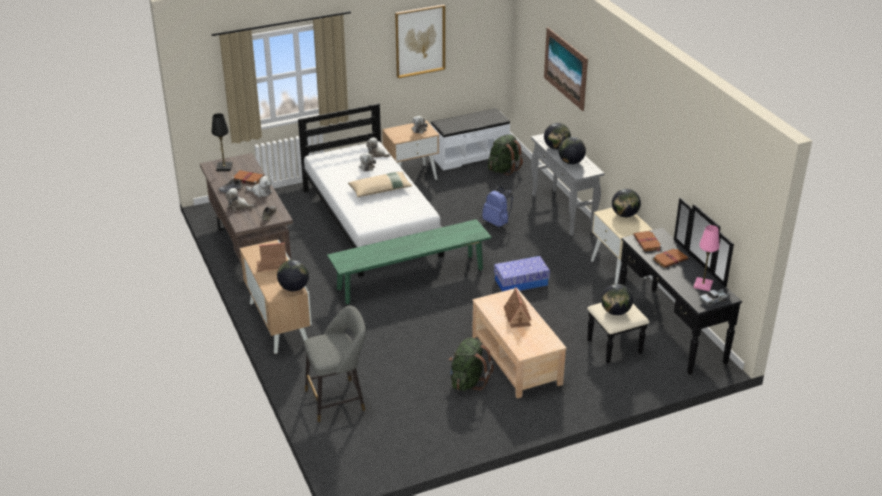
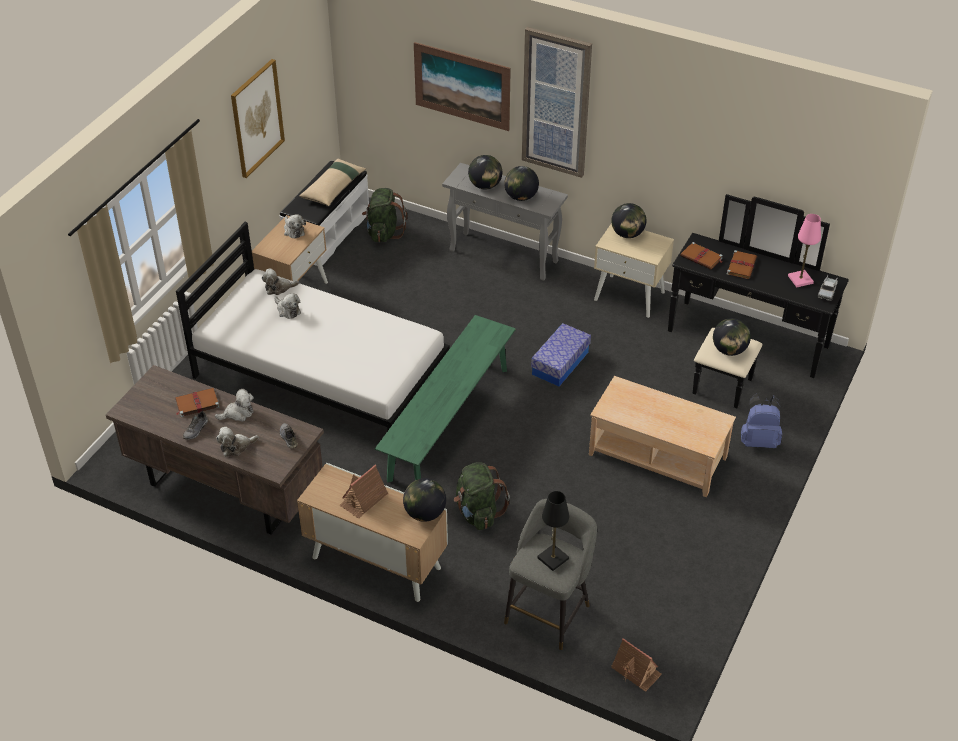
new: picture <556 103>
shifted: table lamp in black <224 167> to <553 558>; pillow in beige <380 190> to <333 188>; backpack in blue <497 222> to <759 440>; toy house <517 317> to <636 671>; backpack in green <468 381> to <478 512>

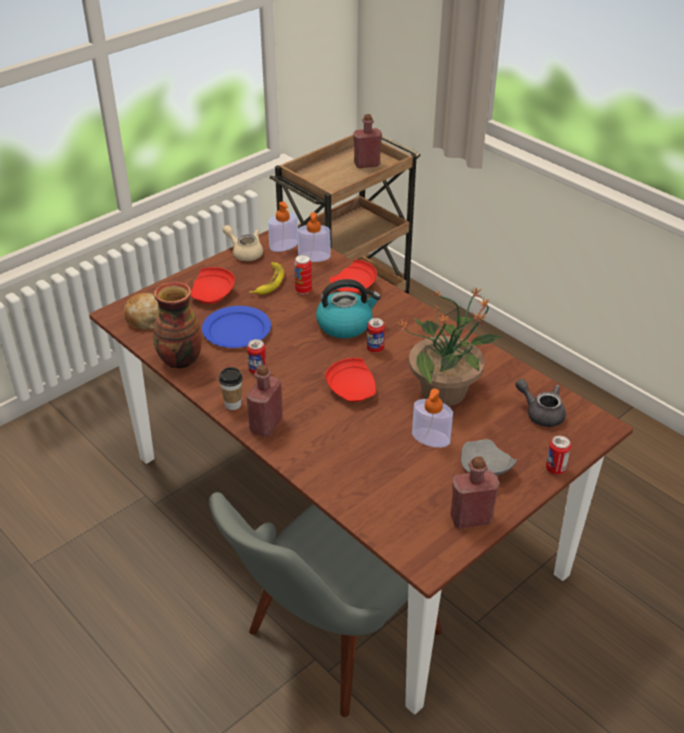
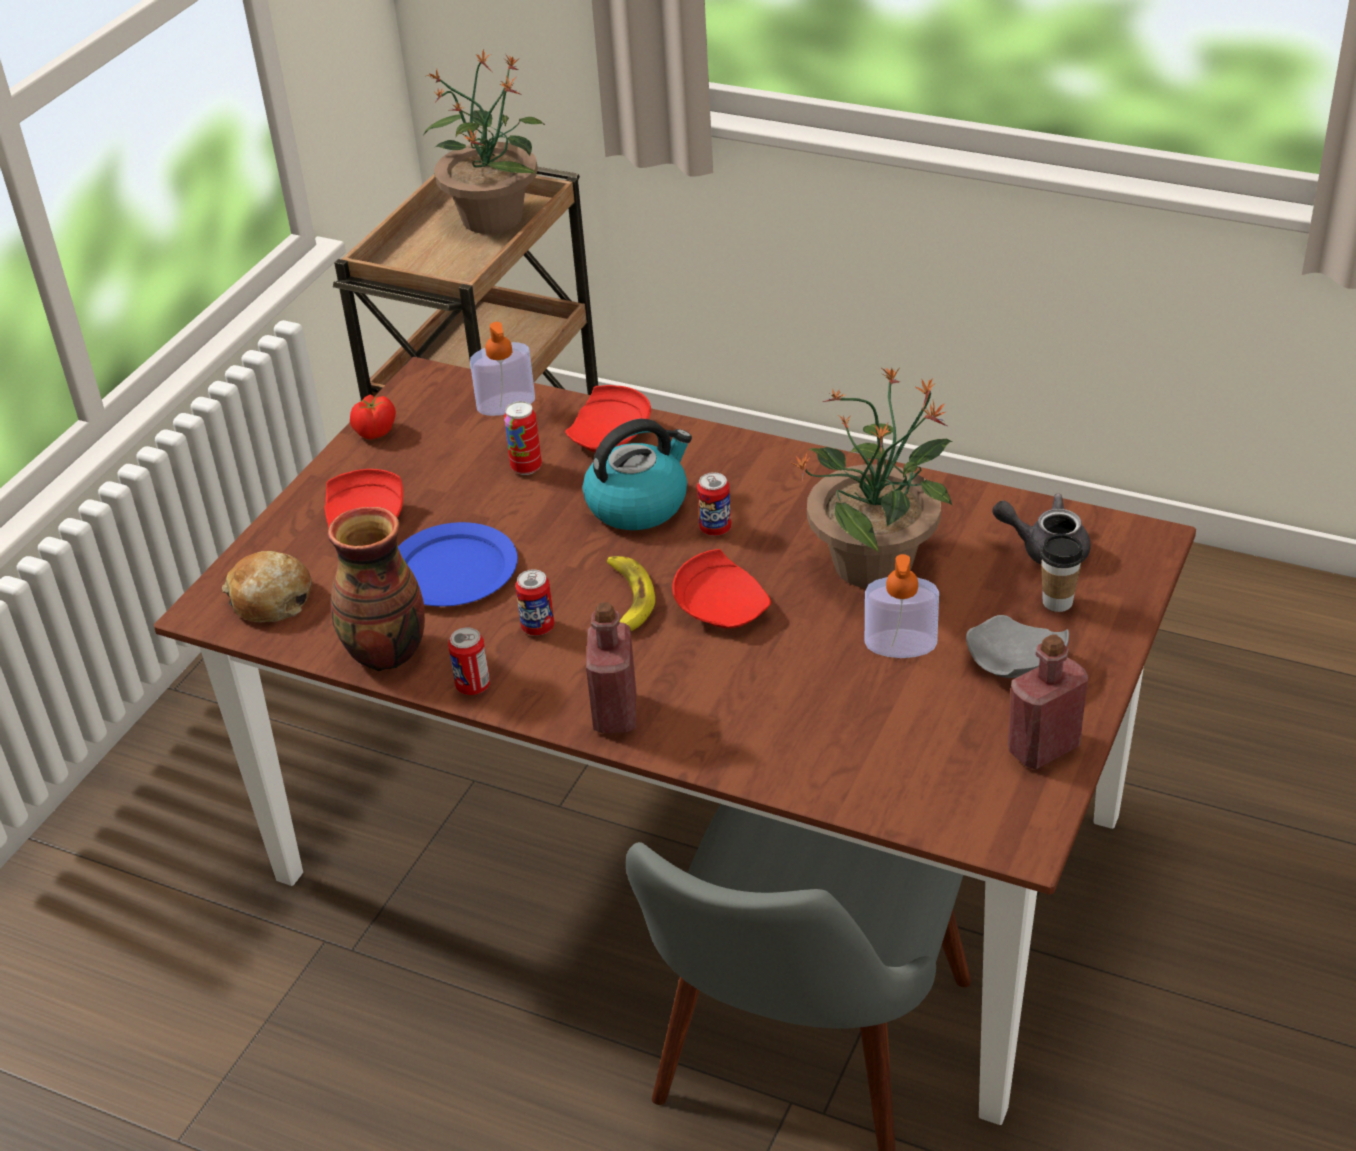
gone: soap dispenser <284 245>
shifted: banana <269 281> to <626 599>; cup <233 404> to <1057 602>; can <555 468> to <473 686>
swapped: bottle in red <367 164> to potted plant <492 217>; teapot in beige <245 252> to tomato <375 432>

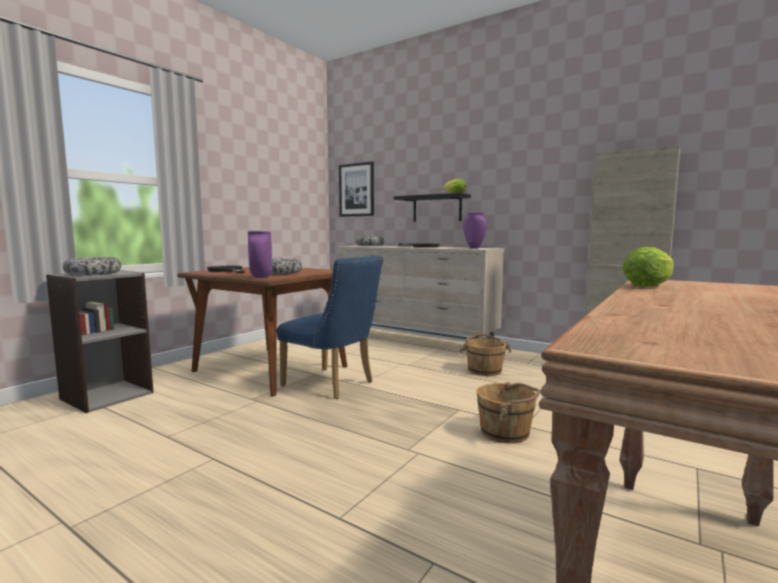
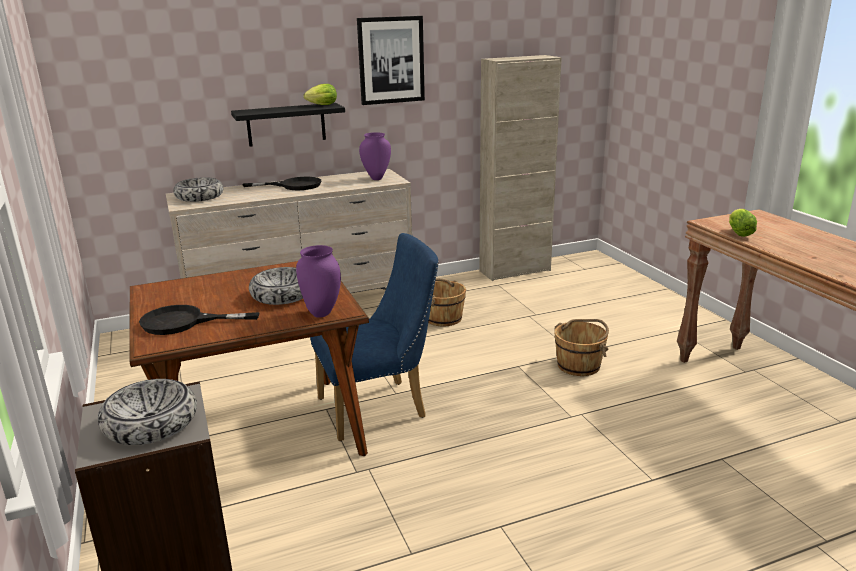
shifted: picture <356 190> to <391 60>

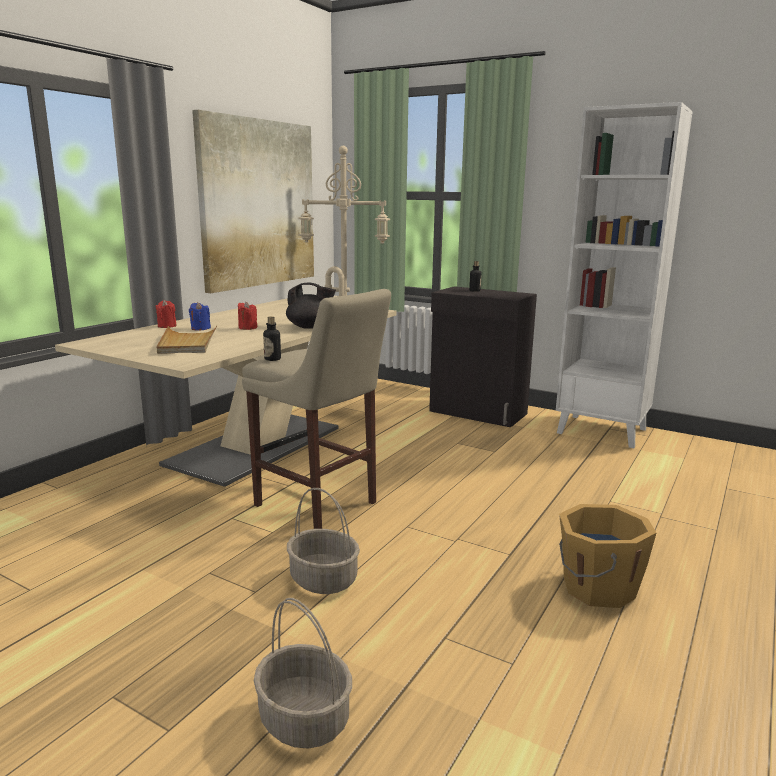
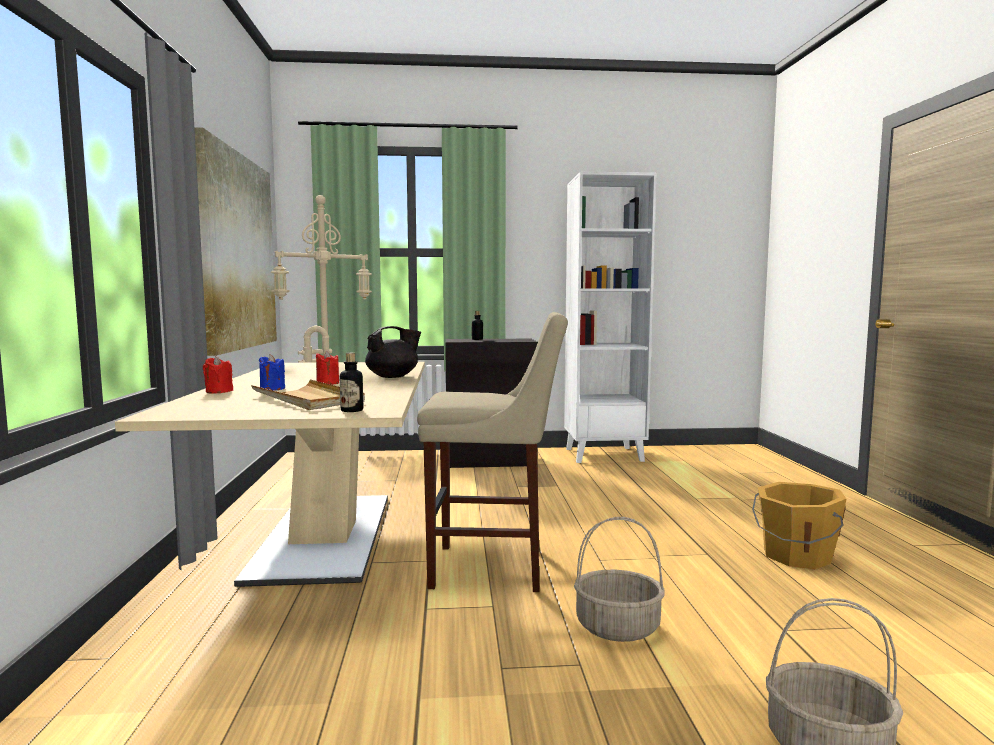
shifted: bottle <272 359> to <352 410>

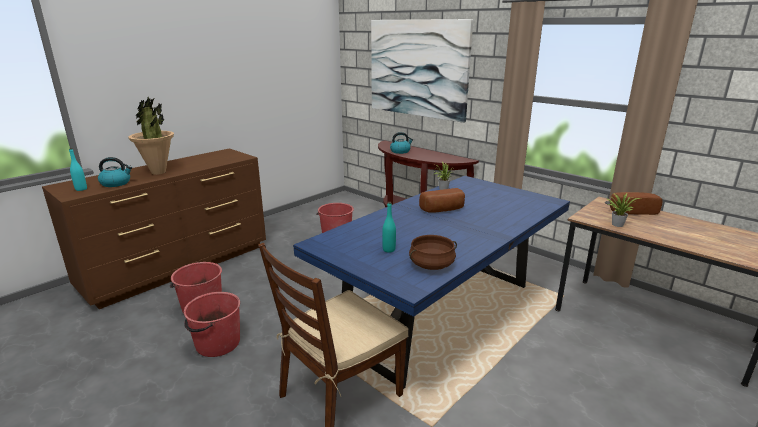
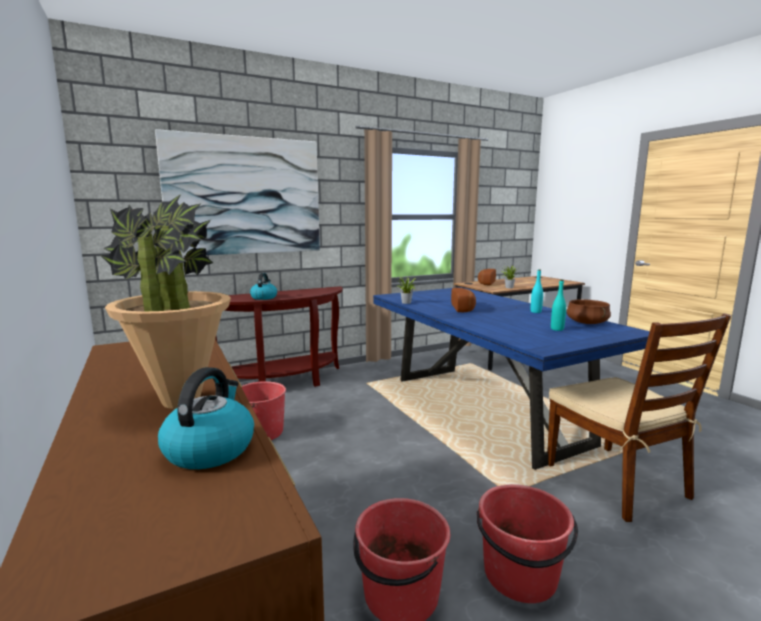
shifted: bottle in turquoise <81 189> to <536 312>

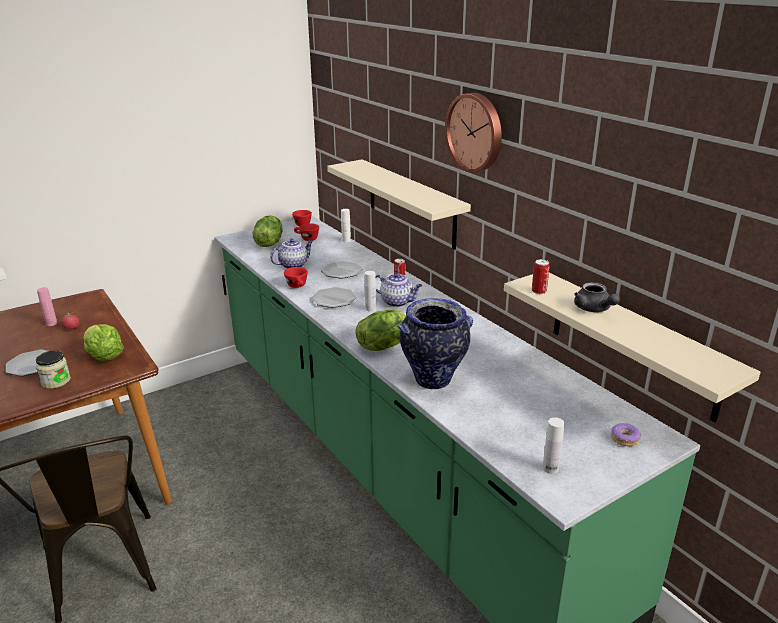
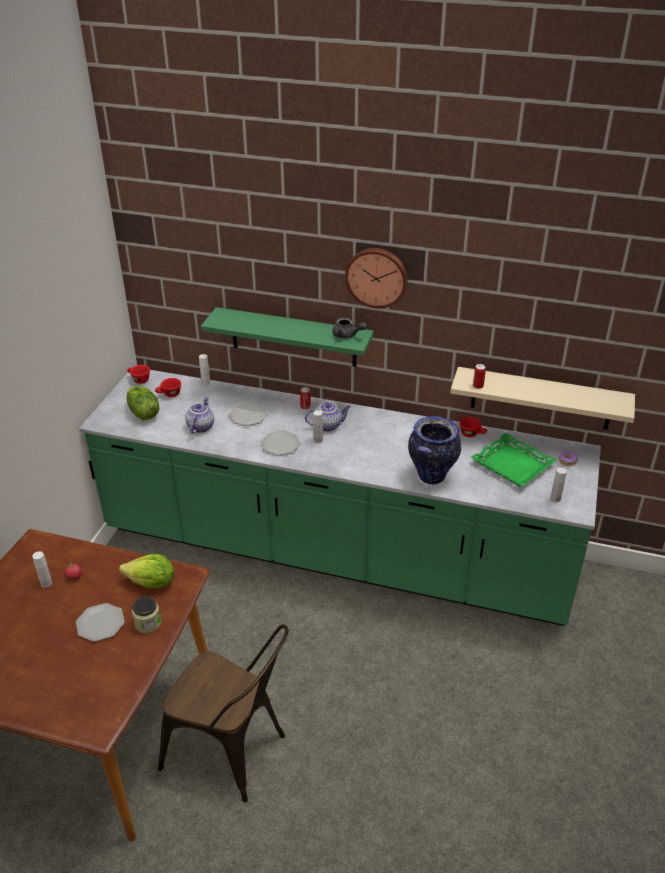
gone: lettuce <384 345>
new: tray in green <513 464>
shifted: cup in red <298 286> to <472 434>; teapot in grey <594 309> to <347 335>
repainted: shelf in beige <411 203> to shelf in green <293 337>; bottle in pink <51 323> to bottle in white <46 583>

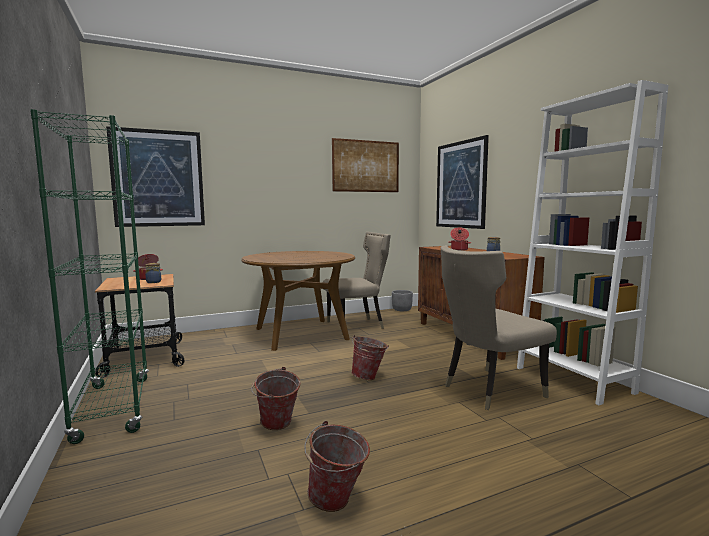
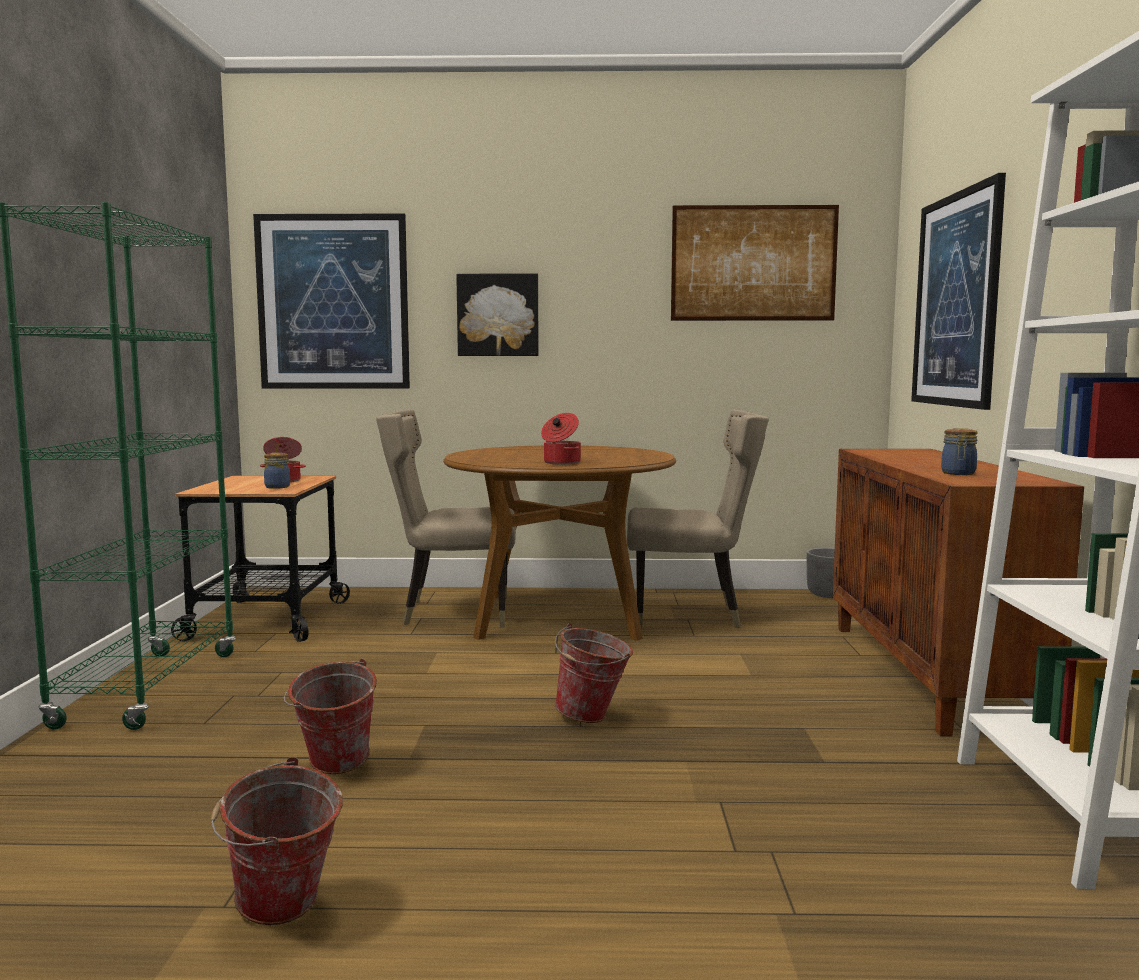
new: picture <498 315>
shifted: cooking pot <459 249> to <561 463>; chair in beige <488 390> to <452 612>

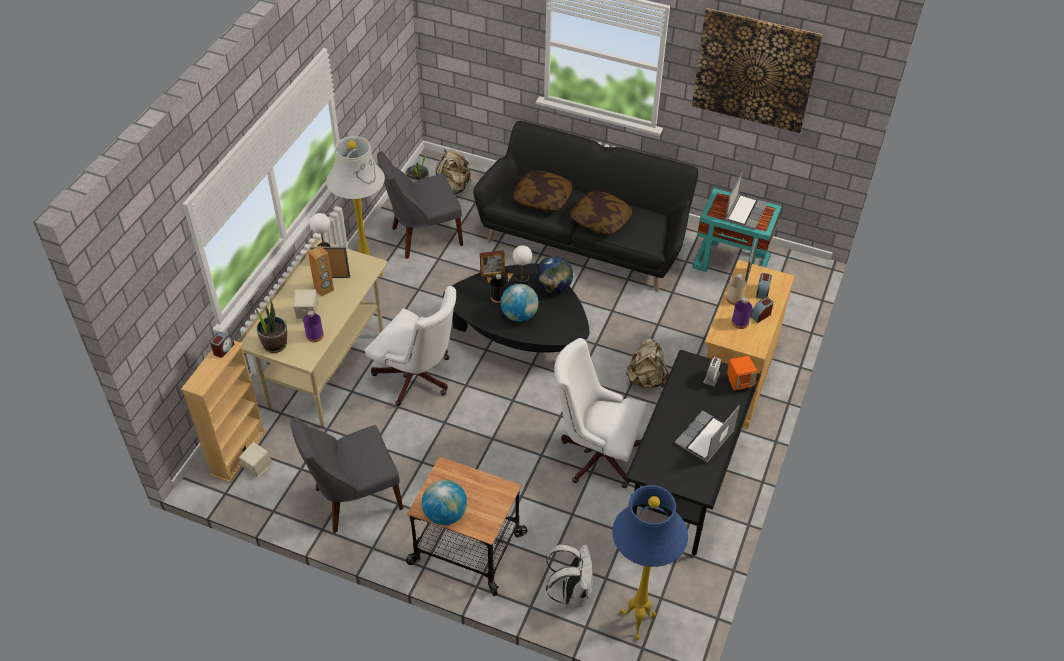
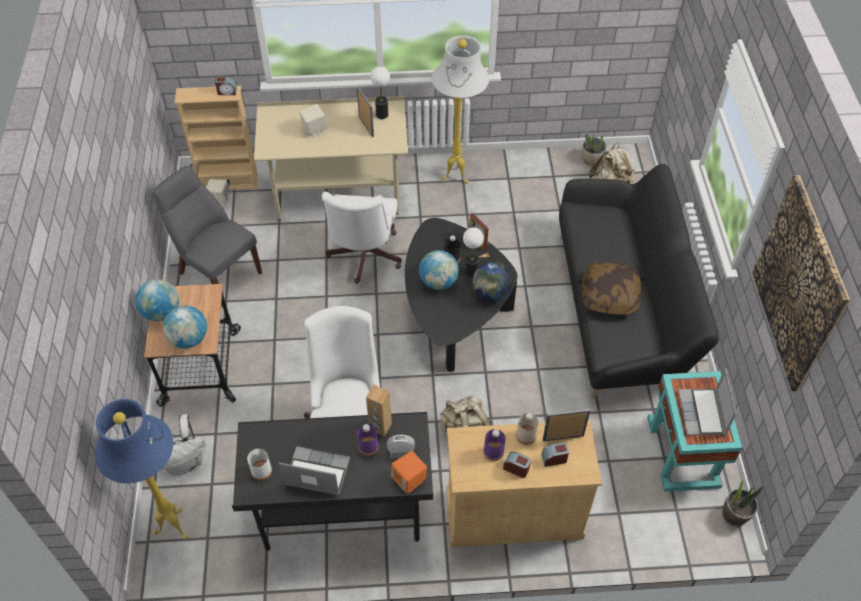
gone: chair in grey <423 236>; pillow <542 199>
new: globe <189 339>; bottle in white <261 470>
shifted: speaker in brown <324 289> to <380 427>; potted plant <275 344> to <734 515>; bottle in purple <314 335> to <368 446>
rotated: laptop <745 212> = <702 414> 90 degrees clockwise

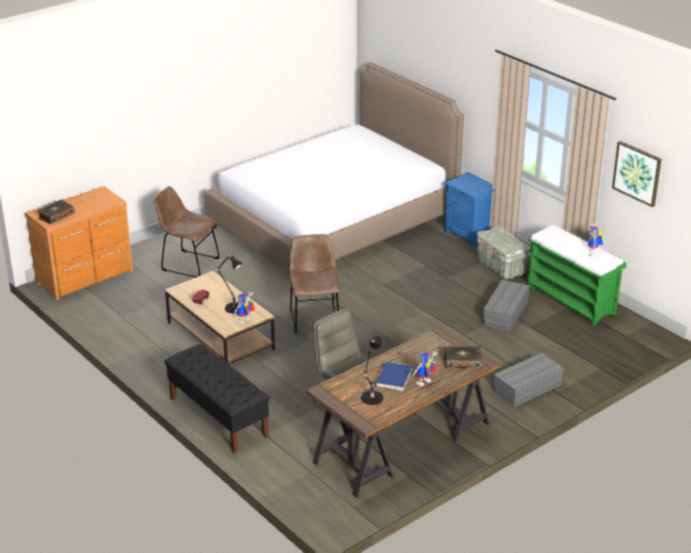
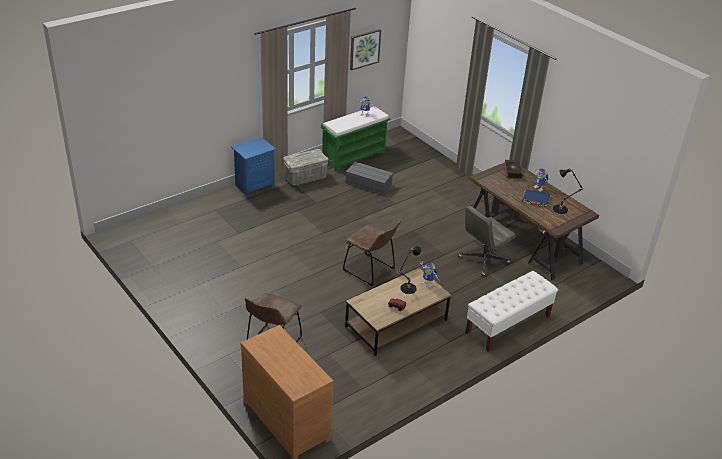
gone: bed <334 223>; book <56 216>; storage box in grey <526 389>
repainted: bench in black <218 417> to bench in white <507 325>
rotated: chair in brown <314 318> = <371 271> 135 degrees counterclockwise

